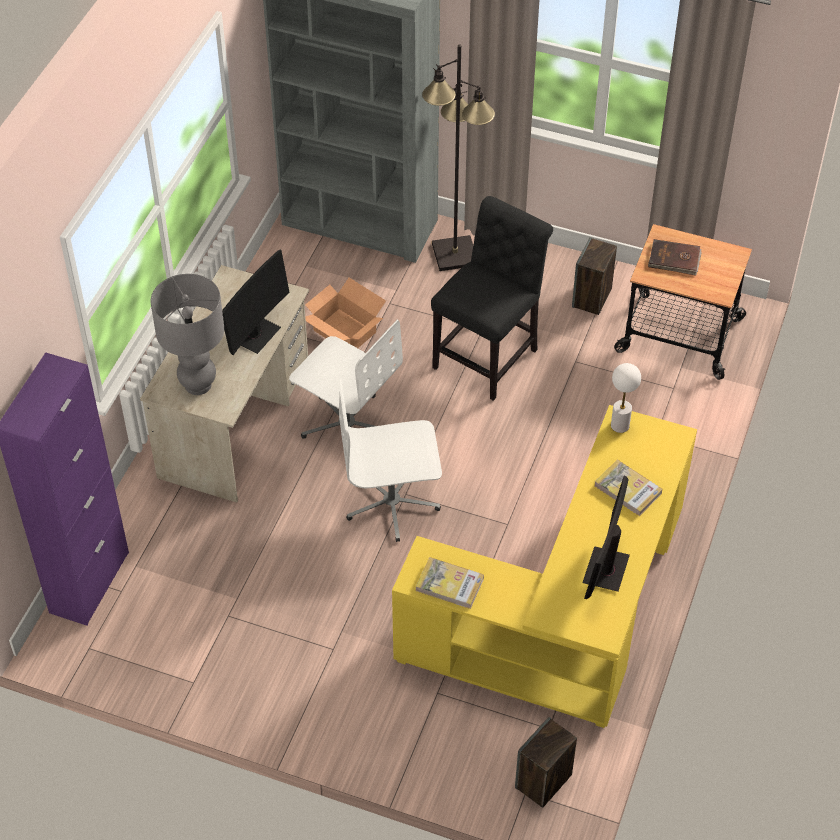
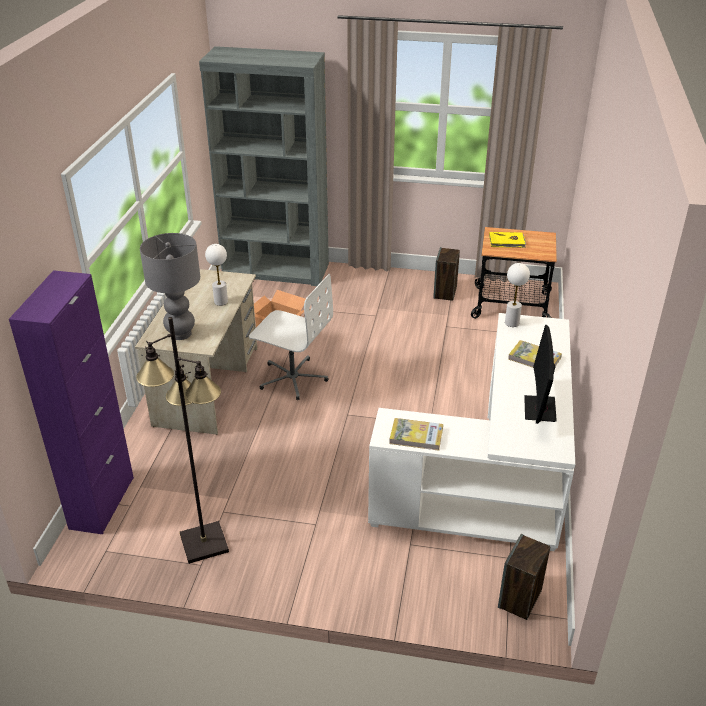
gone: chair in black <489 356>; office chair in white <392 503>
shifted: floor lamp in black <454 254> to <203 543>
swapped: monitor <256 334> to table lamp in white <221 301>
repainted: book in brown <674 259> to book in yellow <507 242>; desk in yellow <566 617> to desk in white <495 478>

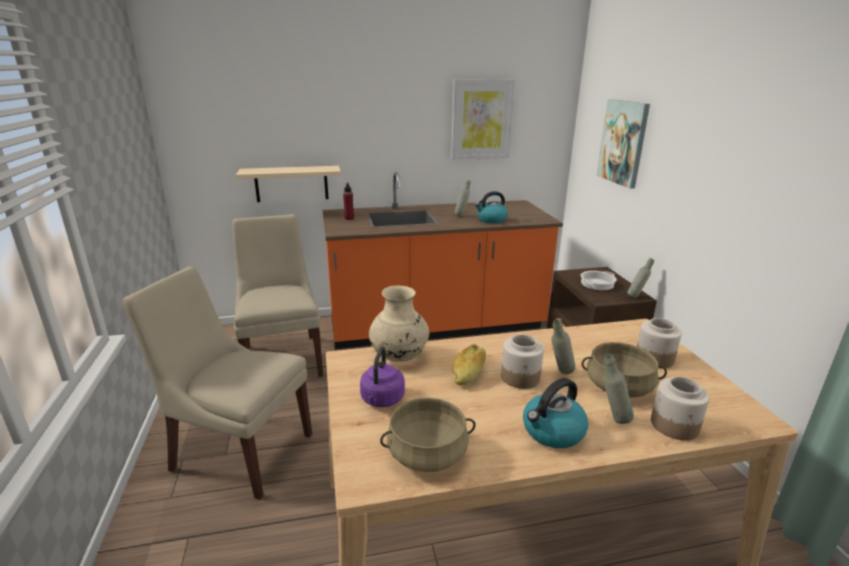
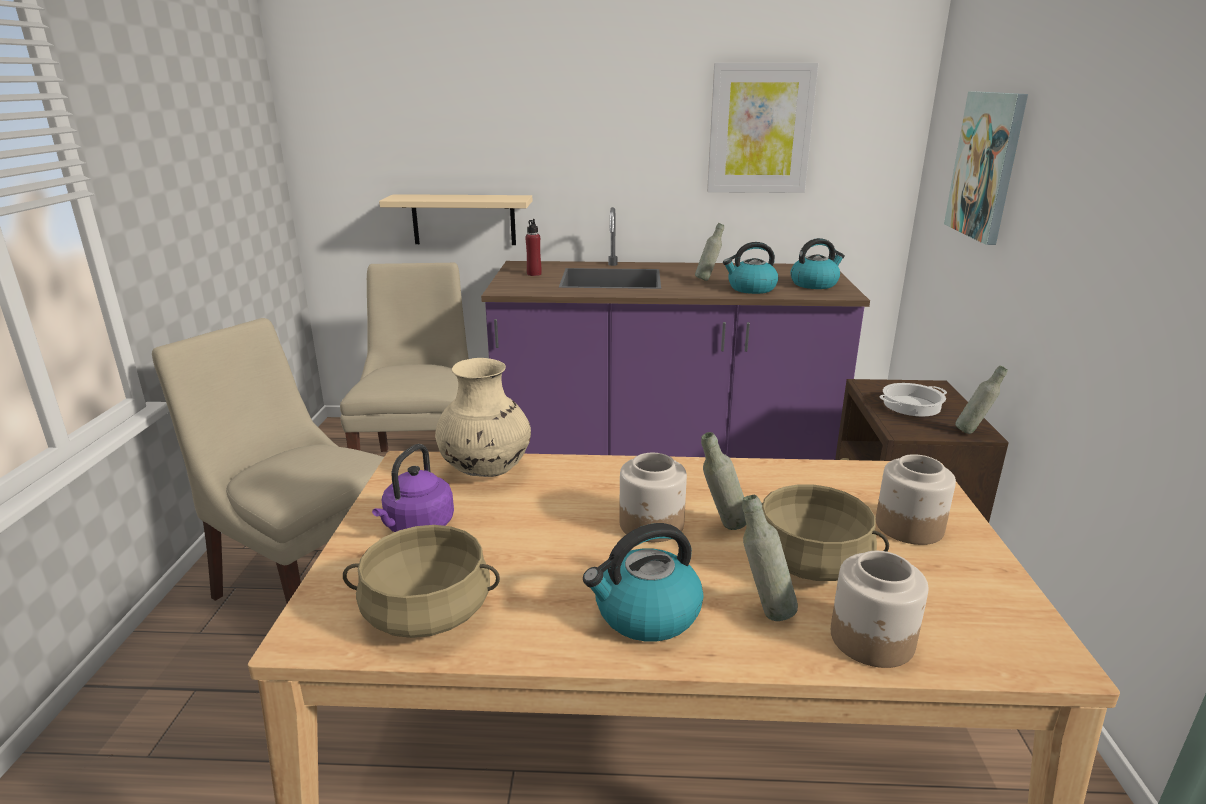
gone: bread <469 372>
new: kettle <814 284>
repainted: counter in orange <436 326> to counter in purple <664 453>

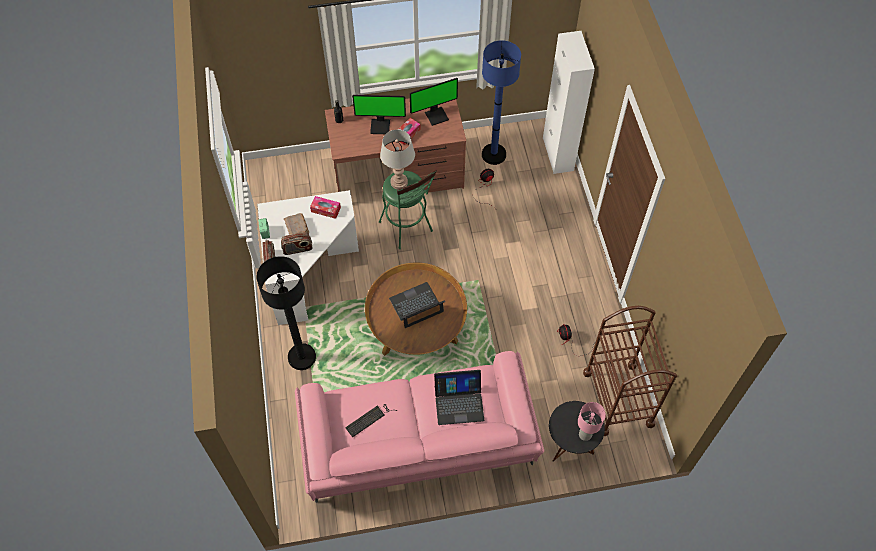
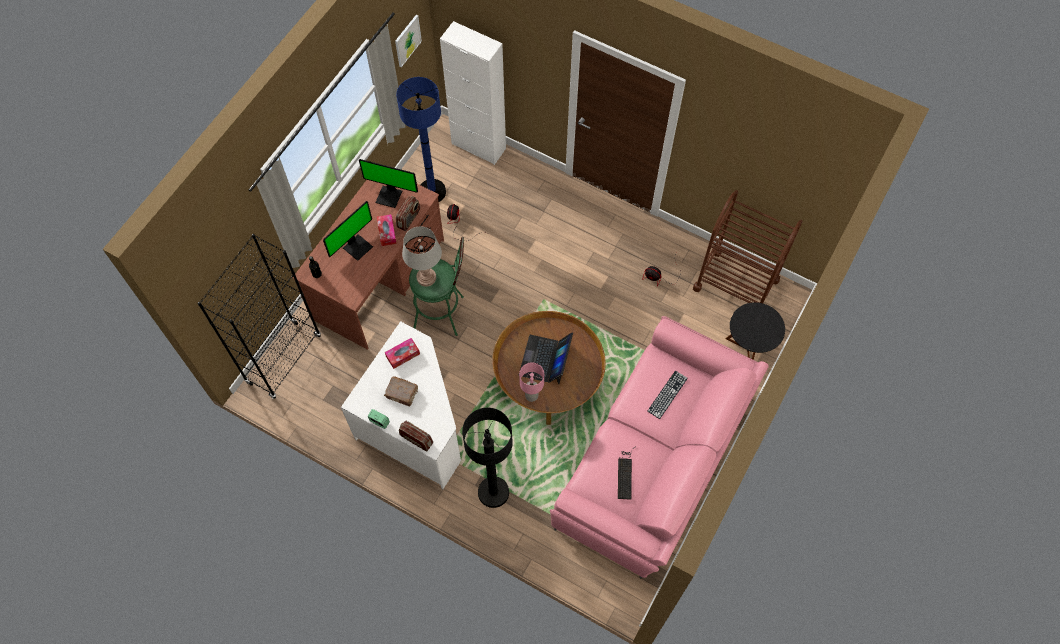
new: picture <407 40>; bookcase in black <284 359>
shifted: radio <297 249> to <409 219>; table lamp in pink <584 434> to <531 395>
swapped: laptop <459 402> to keyboard <667 394>
rotated: monitor <436 115> = <390 196> 90 degrees clockwise

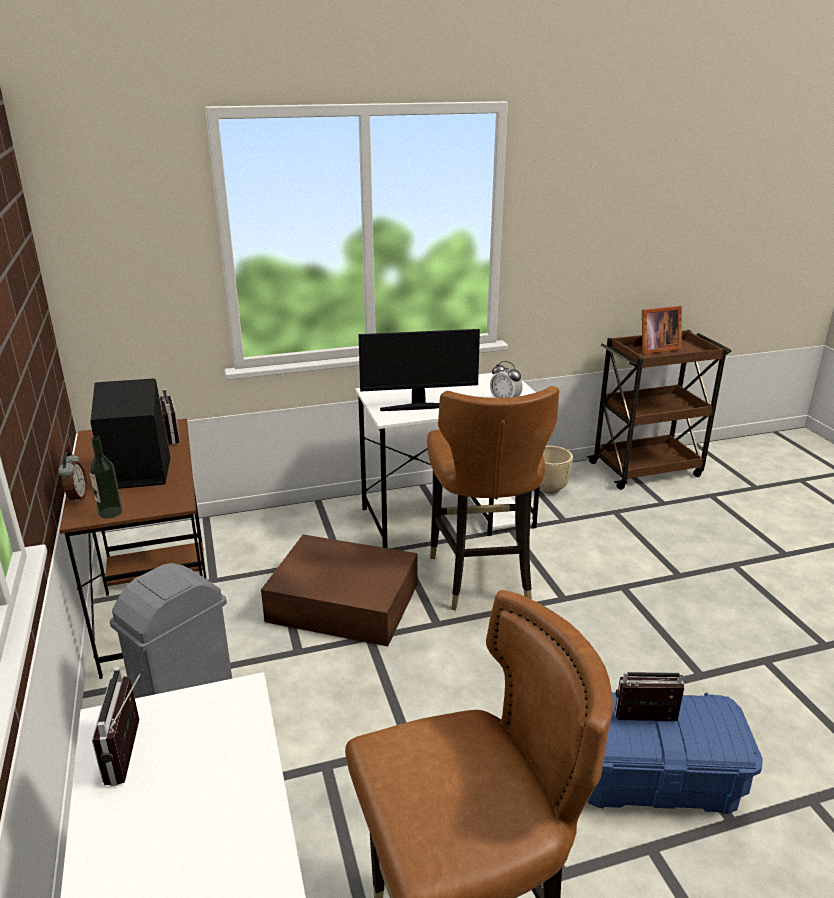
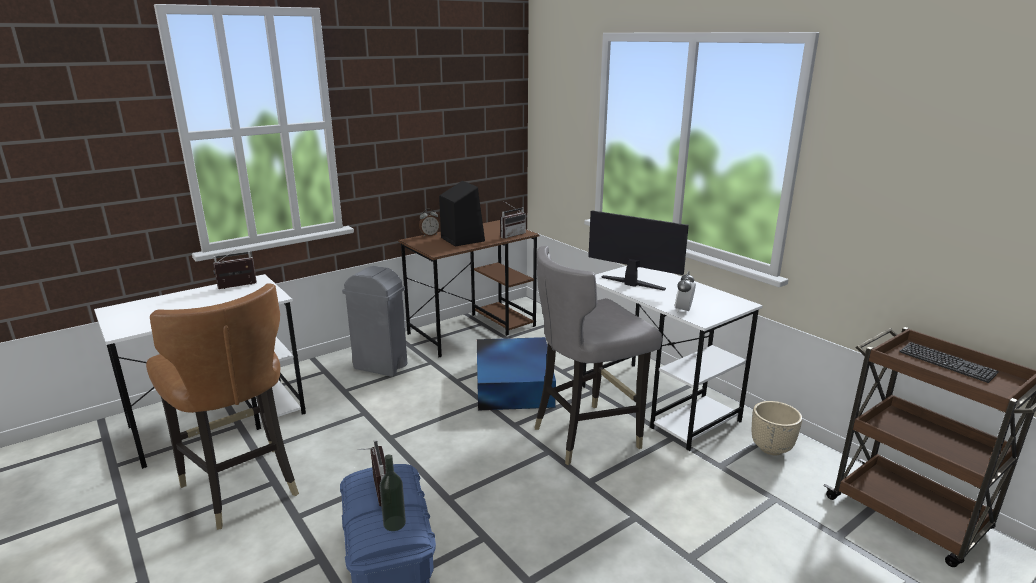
shifted: bottle <110 512> to <394 523>
swapped: picture frame <655 349> to keyboard <946 363>
repainted: chair in brown <482 577> to chair in grey <586 434>; storage box in brown <341 601> to storage box in blue <514 383>
rotated: monitor <419 406> = <632 284> 150 degrees clockwise

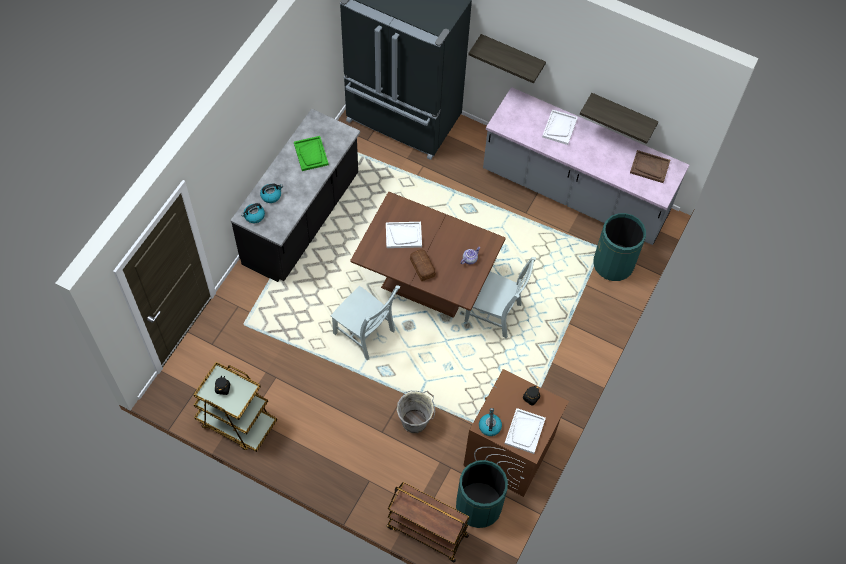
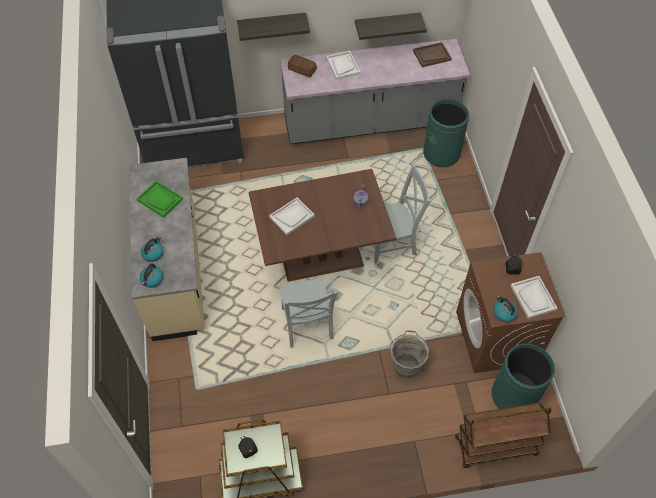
shifted: bread <422 268> to <302 70>
repainted: counter in black <302 220> to counter in beige <176 272>
rotated: chair in grey <366 334> = <307 325> 75 degrees clockwise

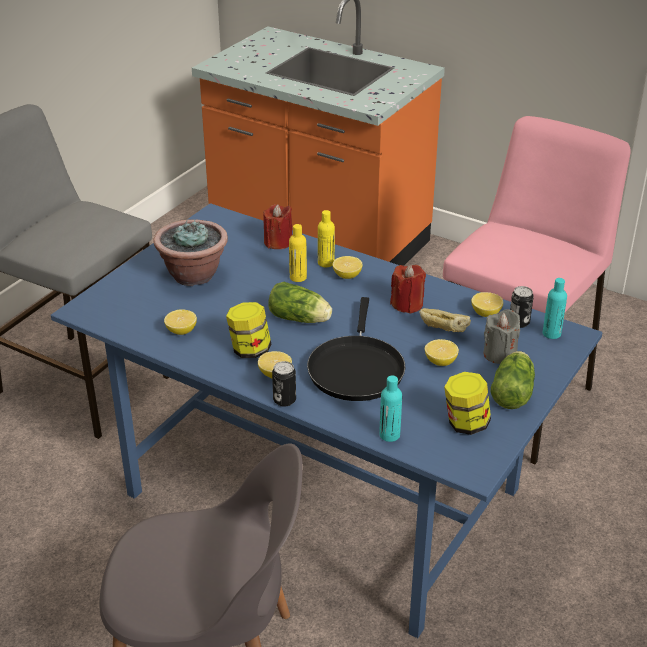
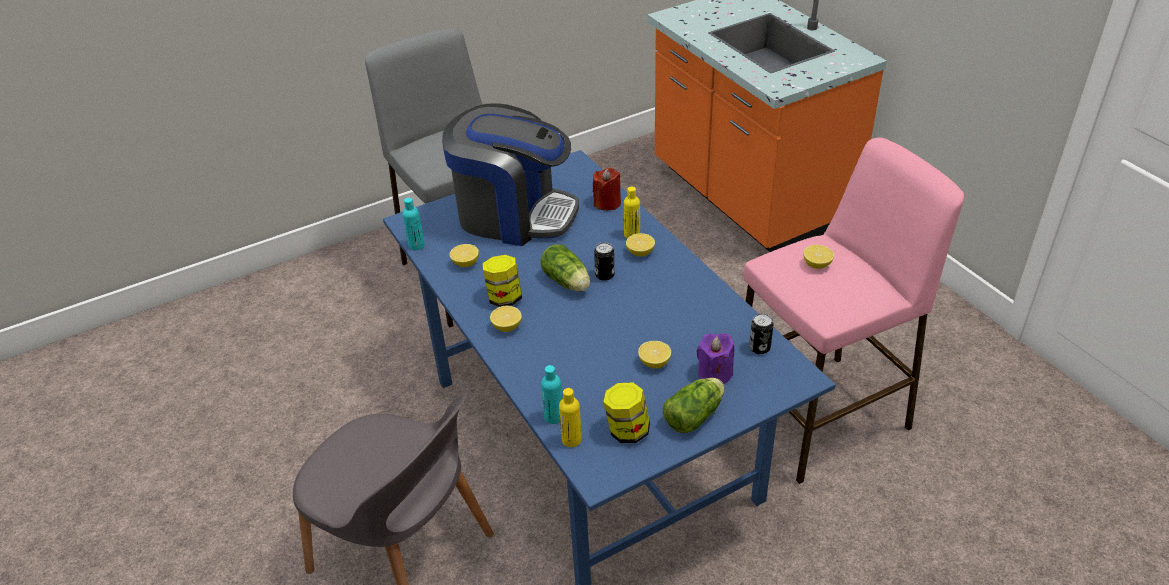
gone: candle in red <407 304>; frying pan in black <356 368>; bread <443 333>
shifted: bottle in yellow <298 277> to <571 440>; bottle in turquoise <551 333> to <416 245>; lemon <486 313> to <817 265>; can <284 400> to <604 275>
swapped: potted plant <193 275> to coffee machine <514 214>
repainted: candle in grey <500 354> to candle in purple <714 374>

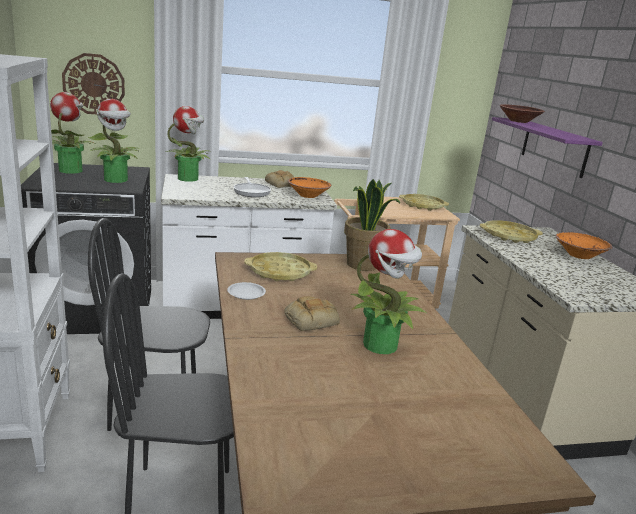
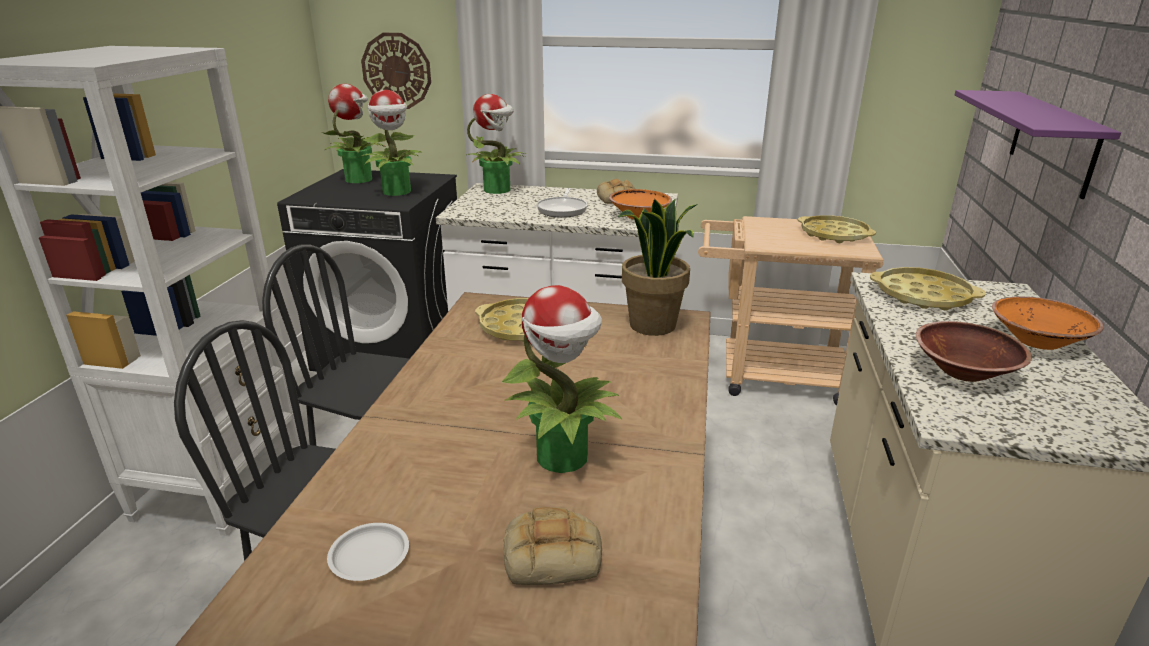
shifted: bowl in brown <518 121> to <963 371>; plate in white <246 293> to <368 556>; bread <311 319> to <553 553>

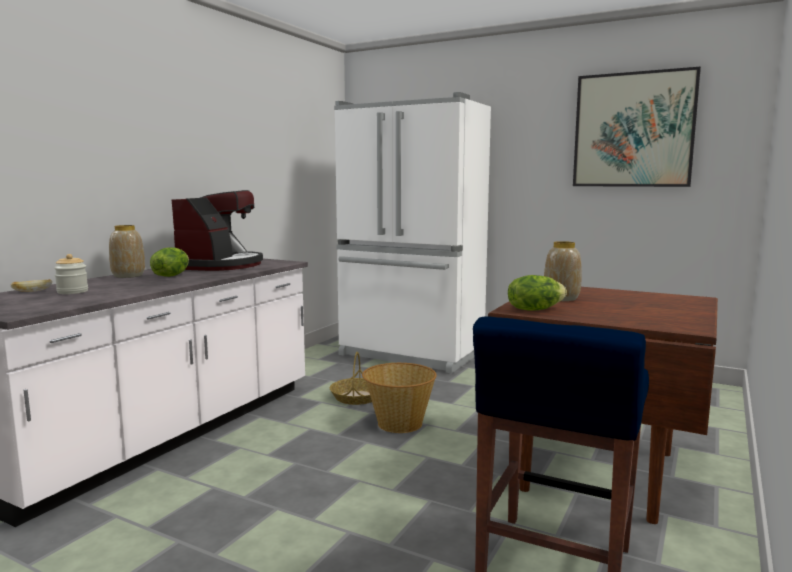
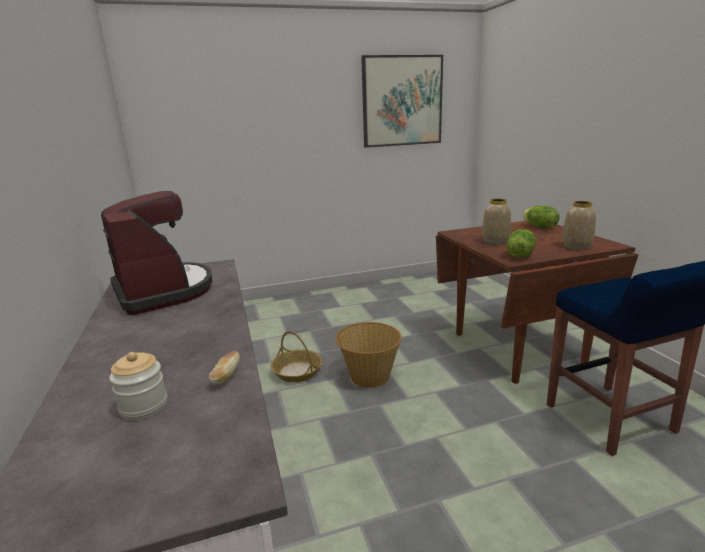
gone: fridge in white <410 354>
shifted: vase <128 276> to <577 246>; lettuce <171 275> to <539 227>; bread <32 291> to <225 376>

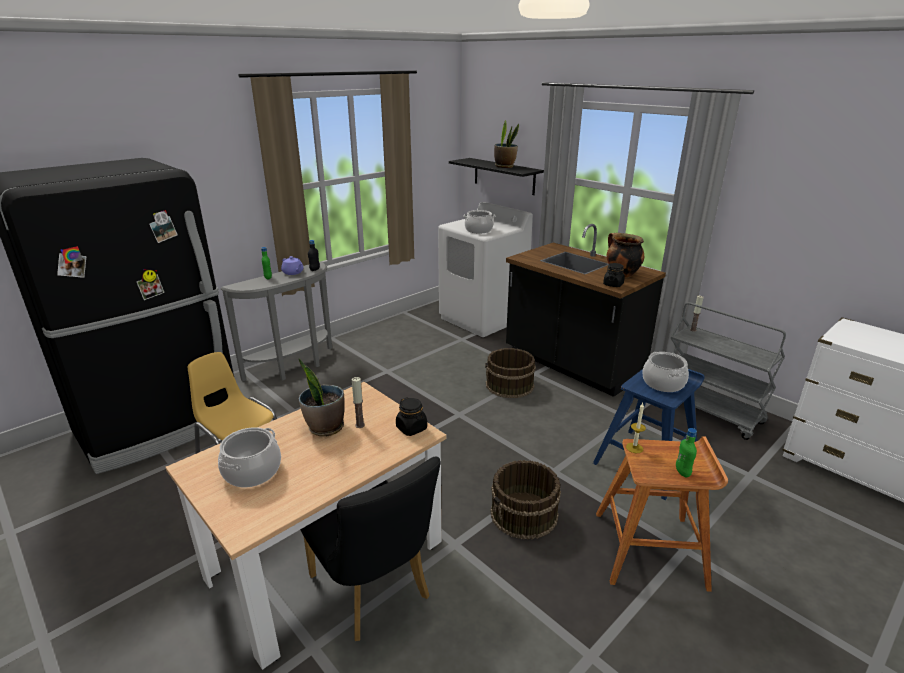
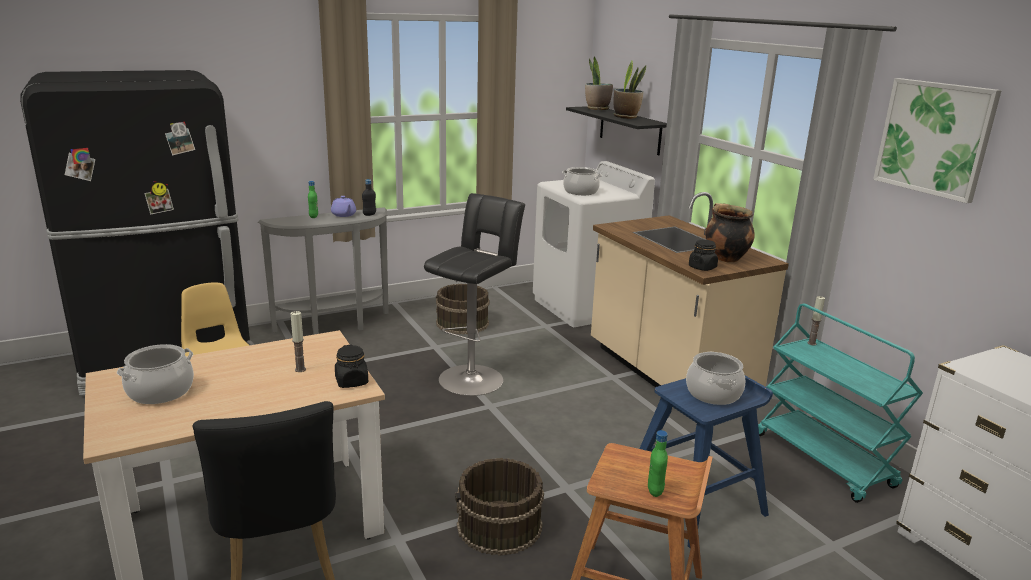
gone: candle <634 448>
new: picture <934 138>; stool in black <473 377>
shifted: bucket in brown <509 385> to <462 323>; potted plant <325 427> to <597 109>
repainted: counter in black <572 364> to counter in beige <668 374>; cart in grey <709 412> to cart in turquoise <824 461>

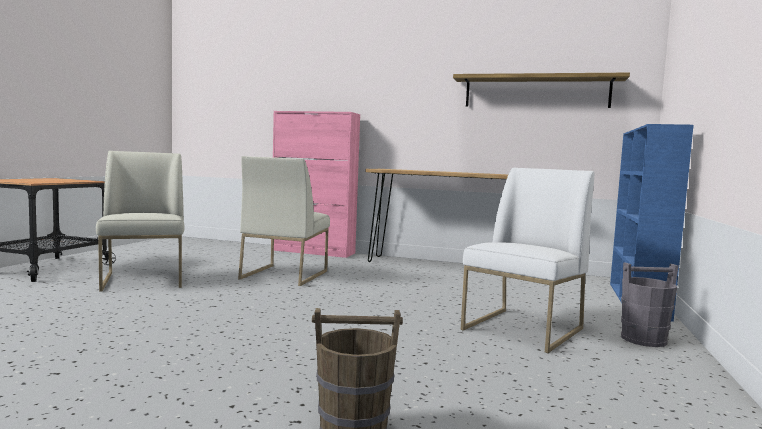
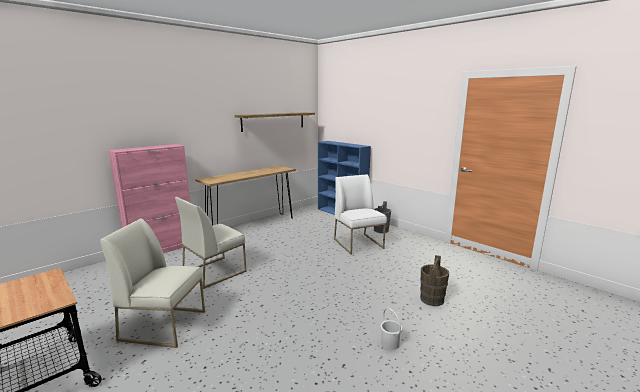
new: bucket in white <390 343>
rotated: chair in white <284 275> = <214 271> 90 degrees clockwise

